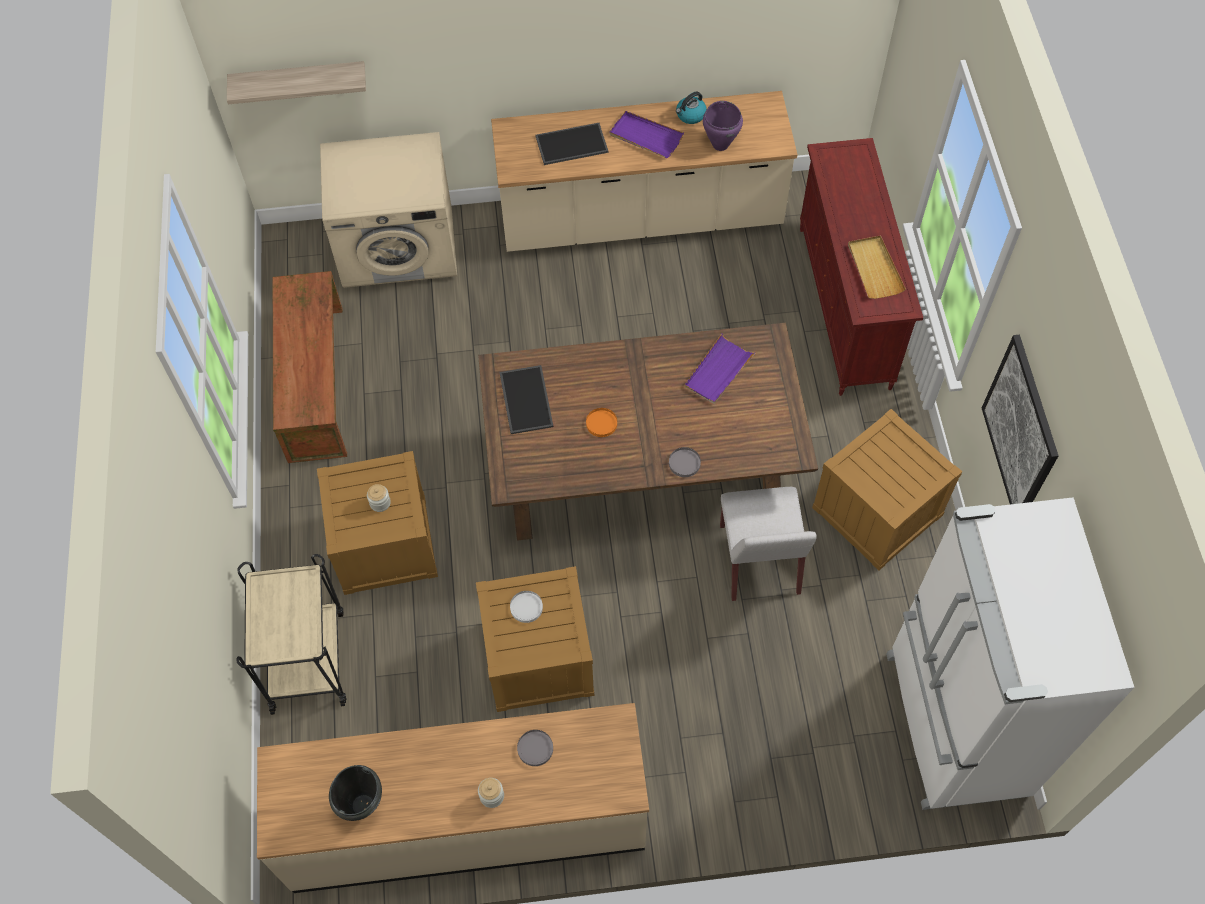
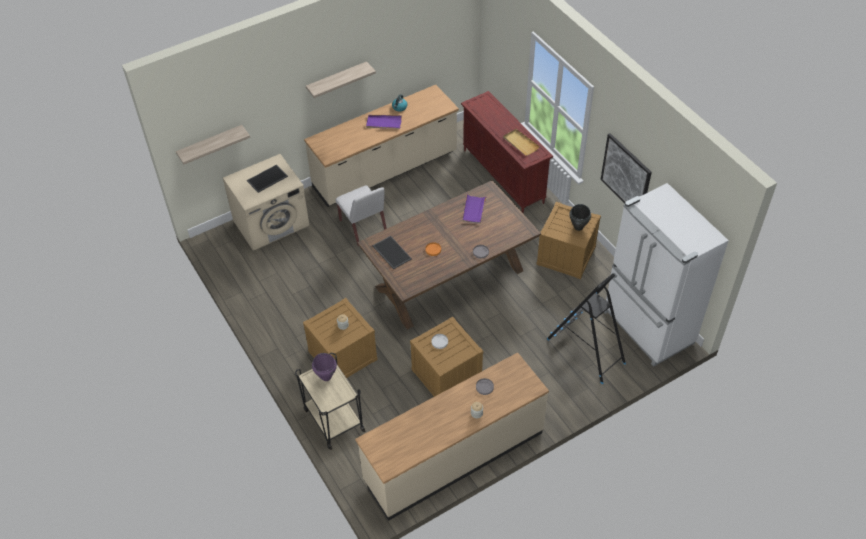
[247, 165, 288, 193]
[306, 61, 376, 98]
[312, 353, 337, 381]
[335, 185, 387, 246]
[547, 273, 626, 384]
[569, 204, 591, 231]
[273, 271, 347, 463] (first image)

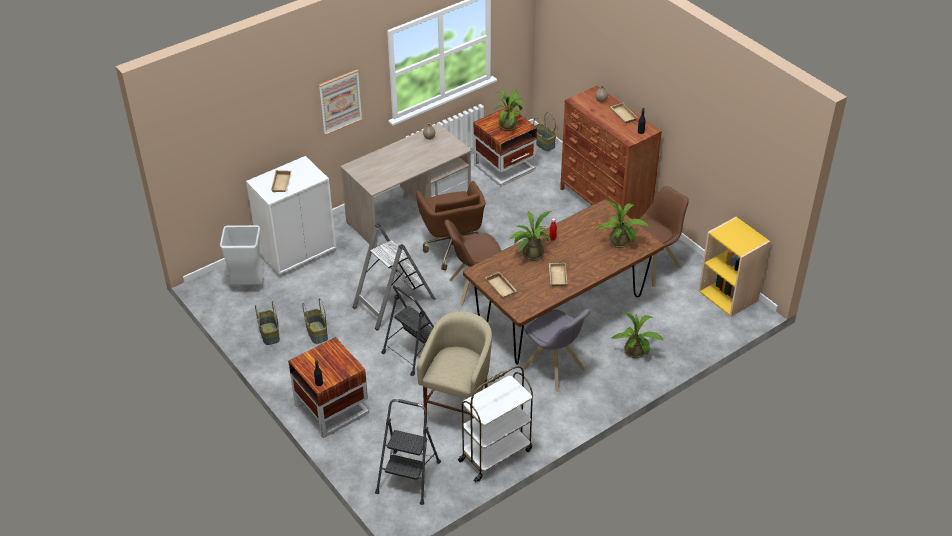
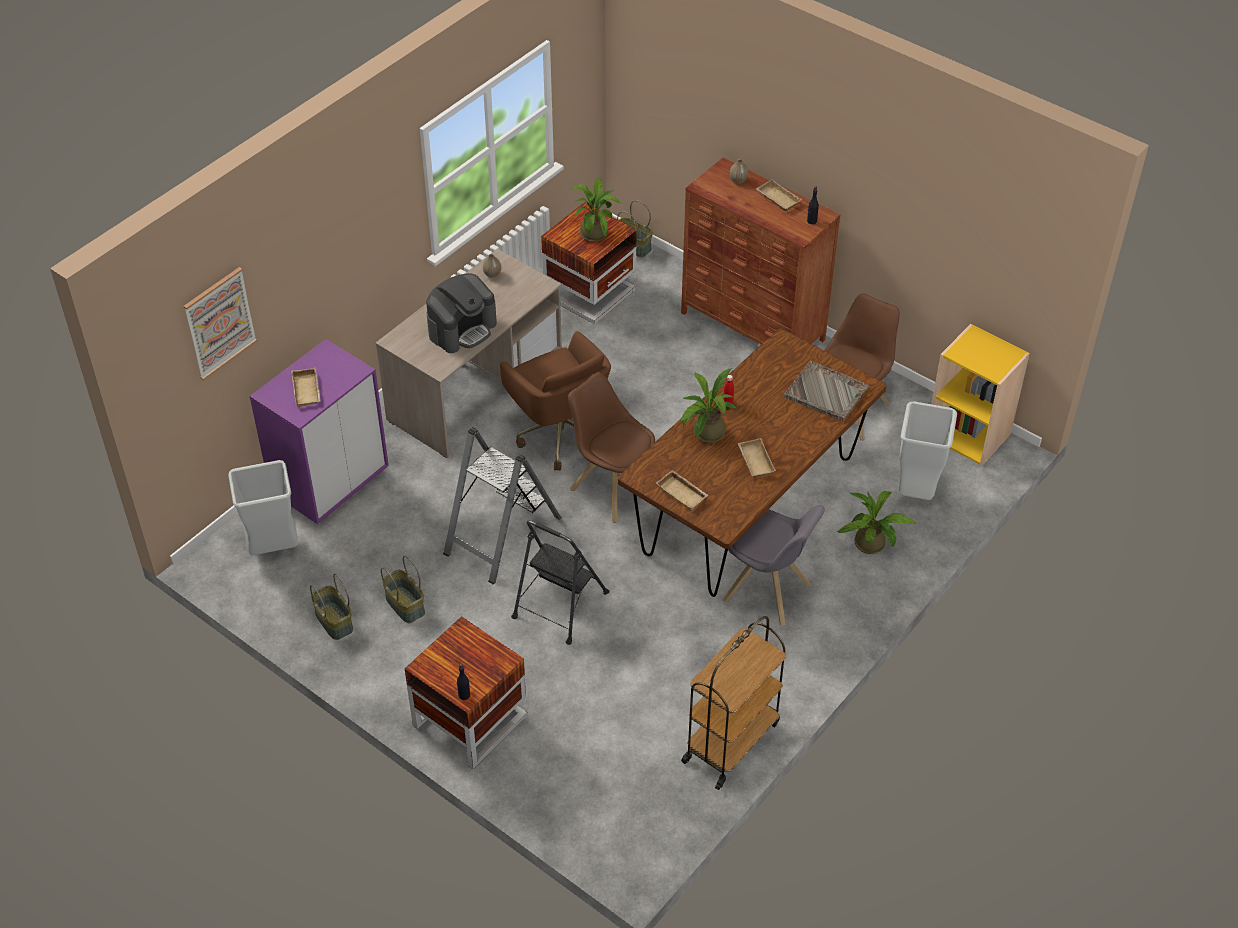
[183, 267, 257, 380]
[250, 339, 389, 524]
[426, 273, 497, 353]
[568, 372, 655, 523]
[681, 616, 786, 790]
[784, 361, 869, 421]
[899, 402, 957, 500]
[375, 399, 441, 505] (first image)
[417, 311, 492, 424] (first image)

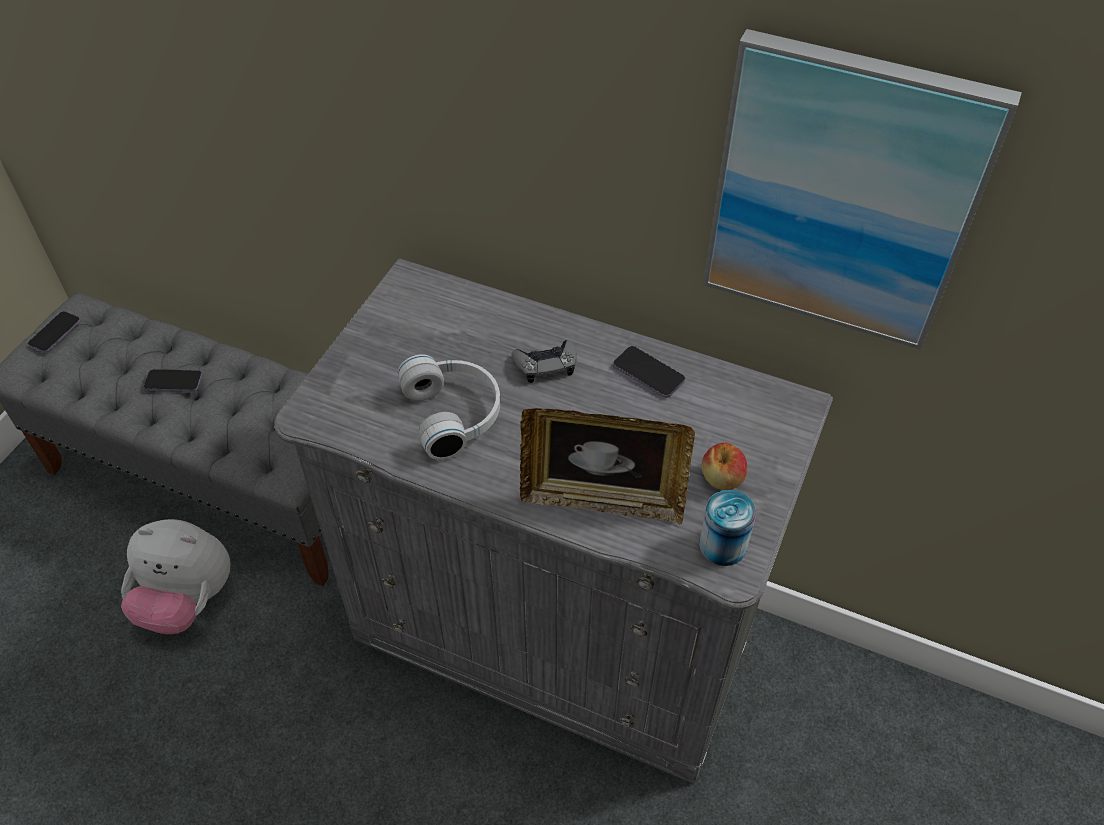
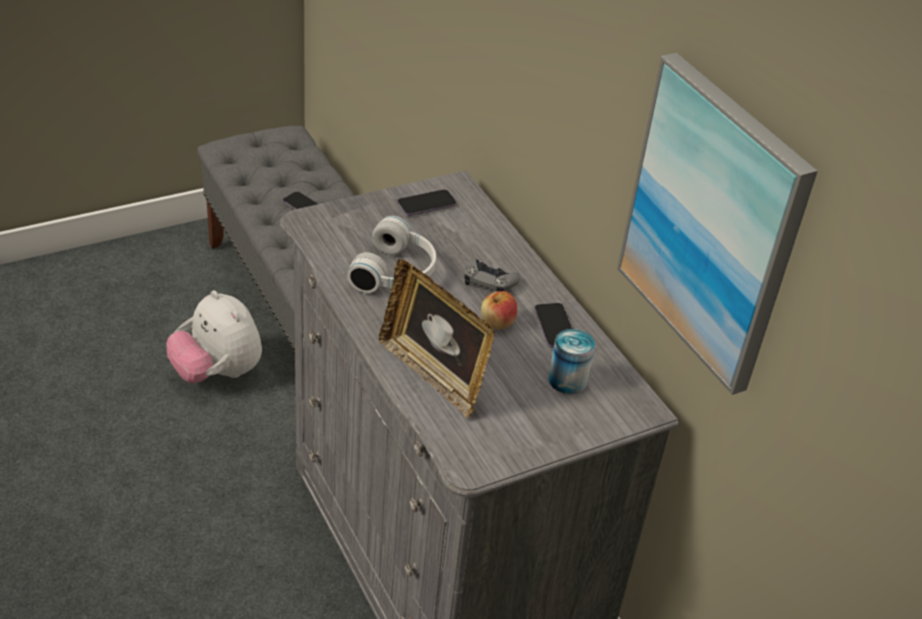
[397, 189, 456, 216]
[481, 291, 517, 329]
[549, 329, 595, 394]

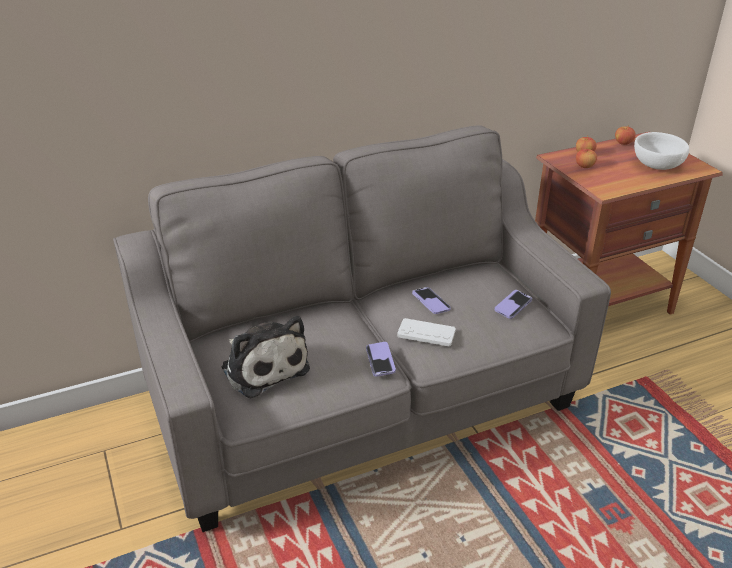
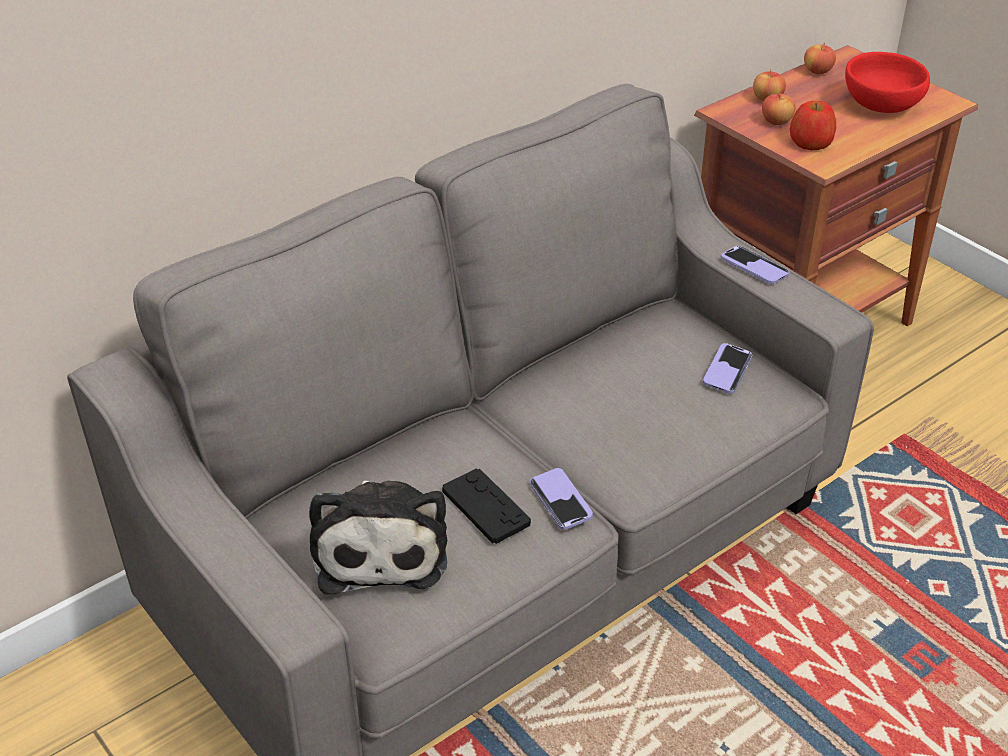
[309, 480, 447, 595]
[442, 468, 531, 544]
[721, 246, 789, 284]
[790, 101, 836, 150]
[845, 52, 930, 113]
[397, 318, 456, 346] (first image)

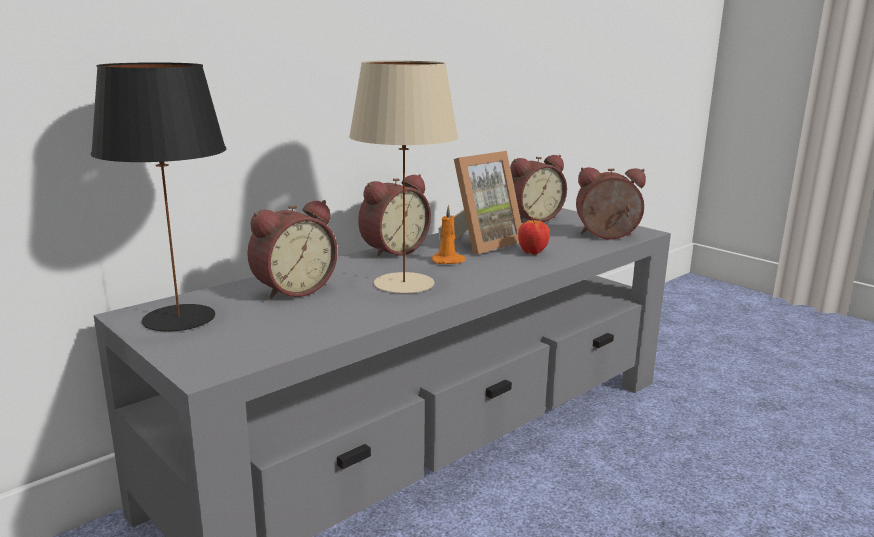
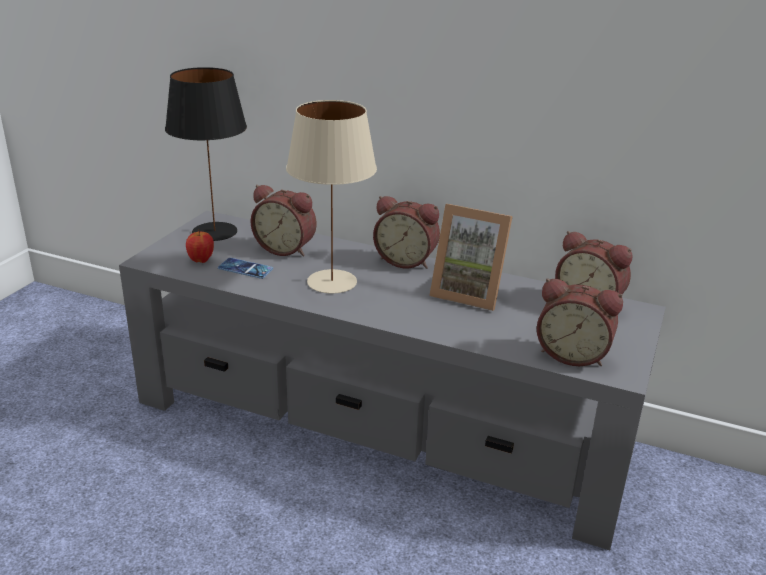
[186, 229, 214, 263]
[218, 258, 273, 279]
[537, 278, 623, 366]
[431, 205, 466, 264] (first image)

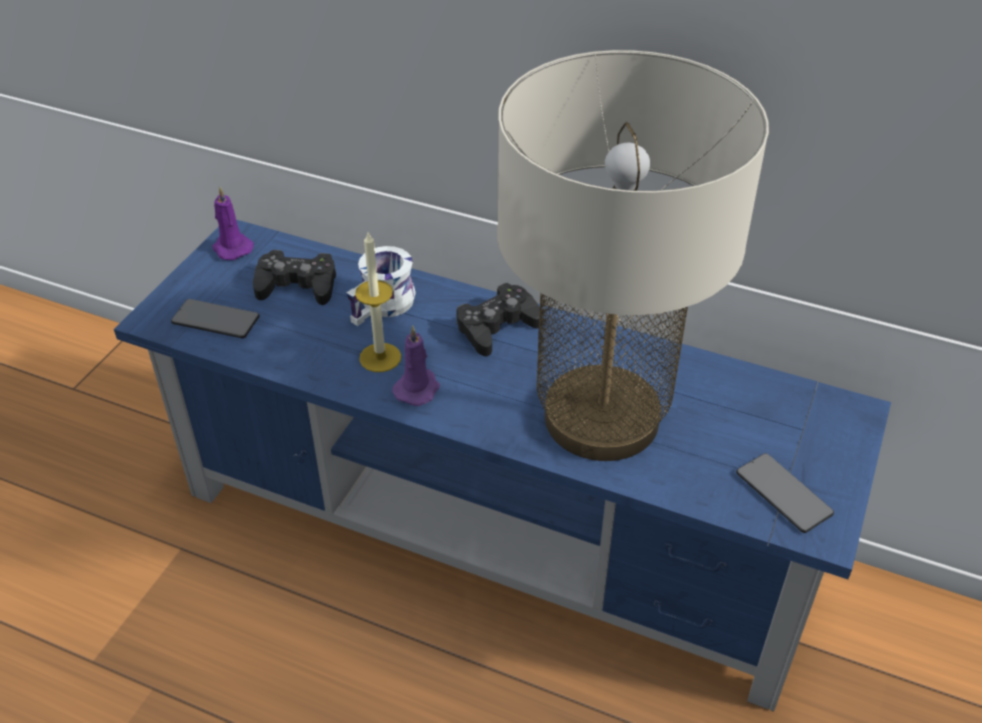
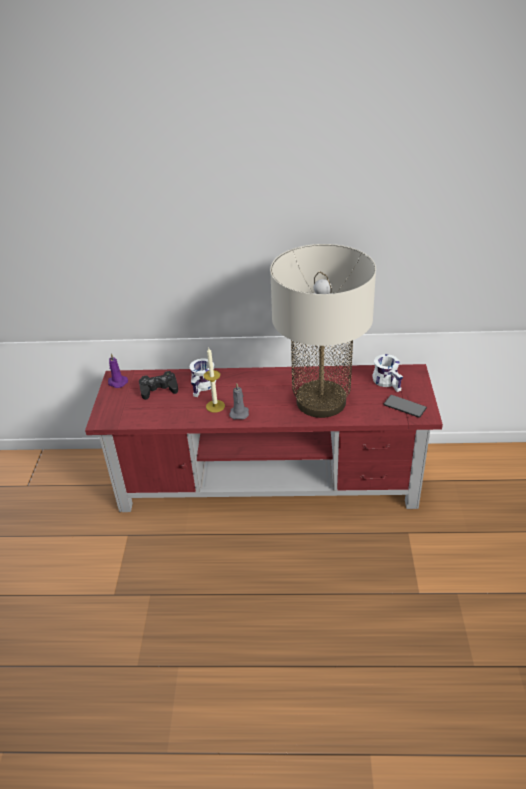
[85, 364, 443, 512]
[229, 384, 249, 420]
[372, 354, 403, 392]
[171, 299, 260, 338] (first image)
[457, 283, 543, 356] (first image)

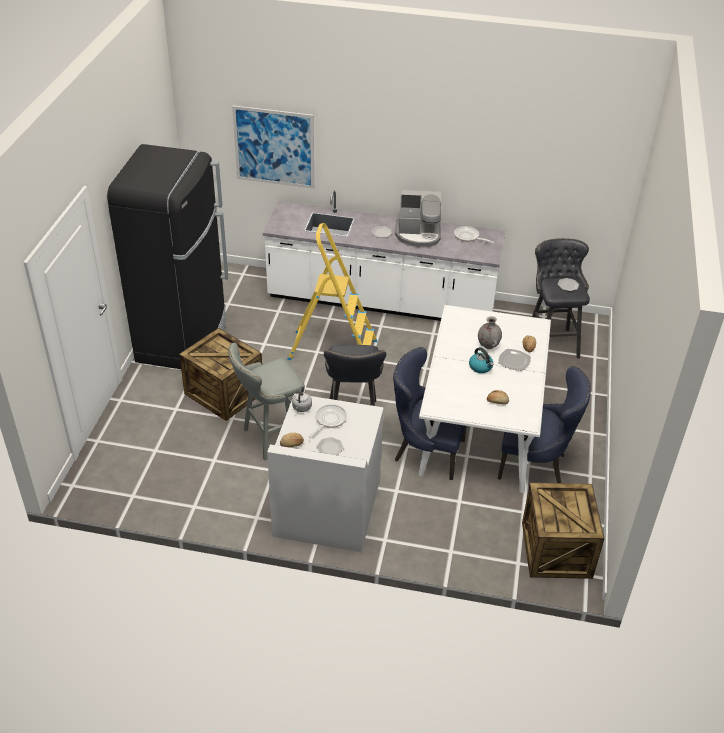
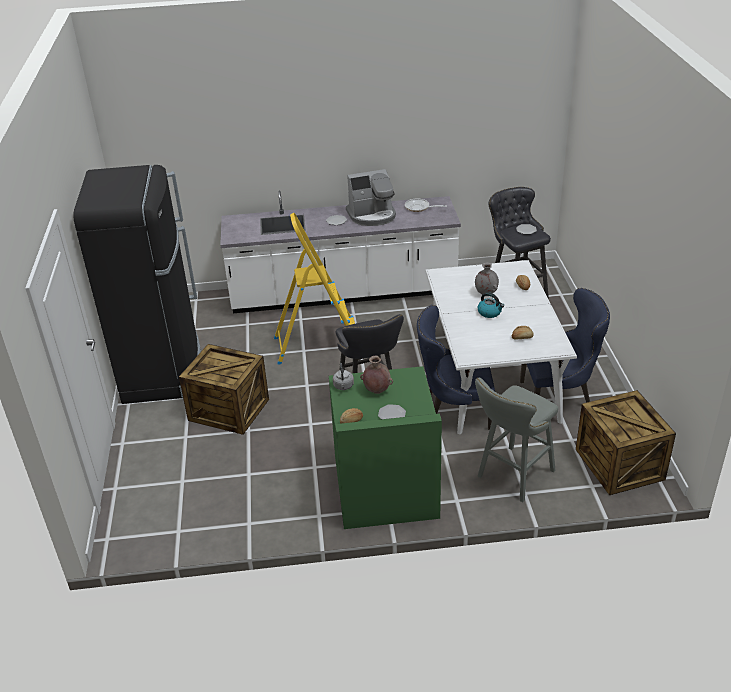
[329, 366, 442, 529]
[360, 356, 393, 394]
[475, 378, 558, 502]
[232, 106, 314, 189] (first image)
[498, 349, 531, 371] (first image)

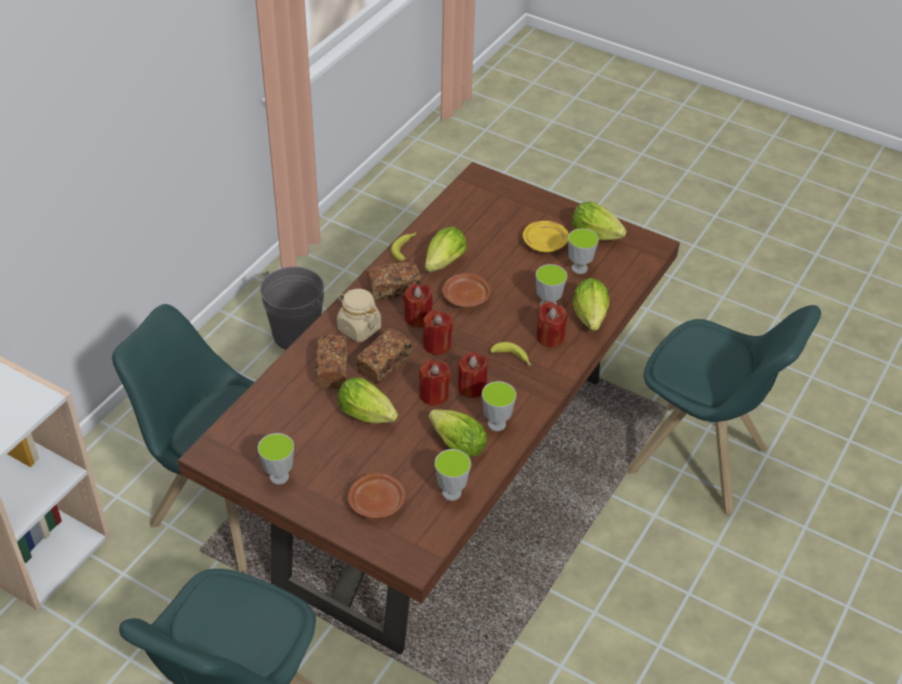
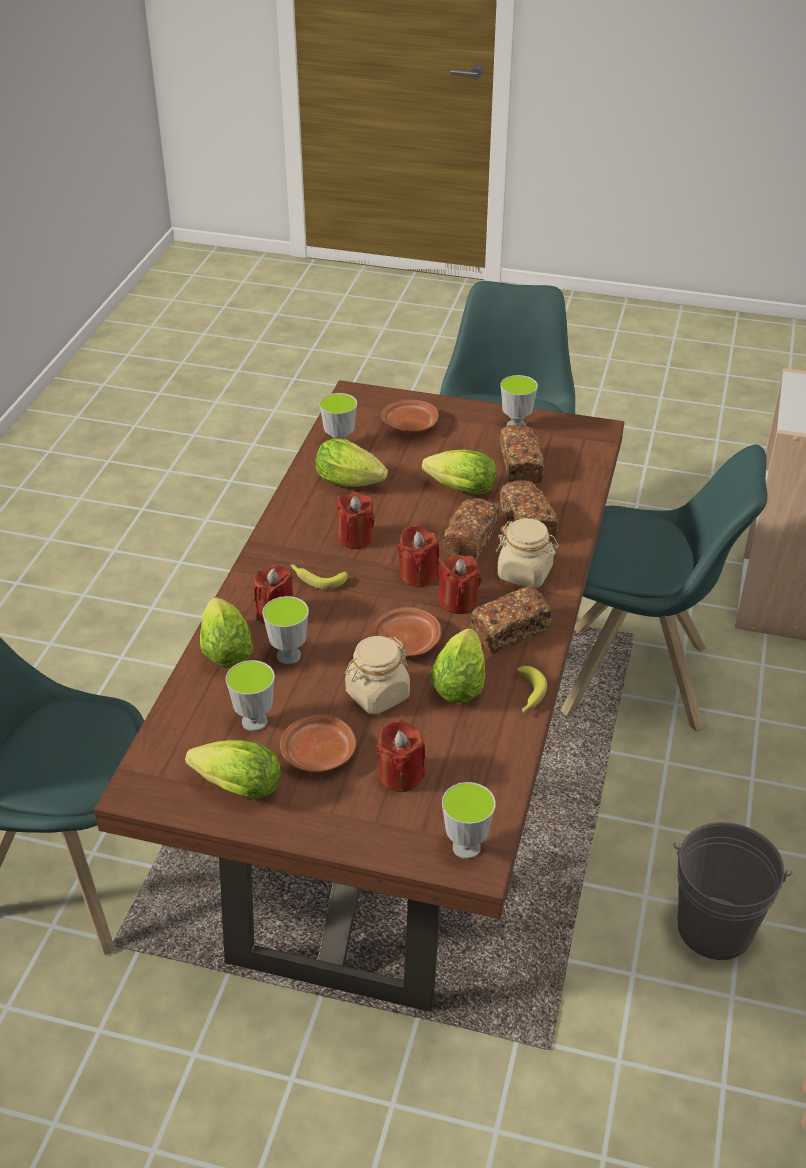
[280, 714, 356, 772]
[345, 636, 410, 714]
[376, 719, 425, 792]
[442, 782, 496, 859]
[500, 425, 544, 483]

